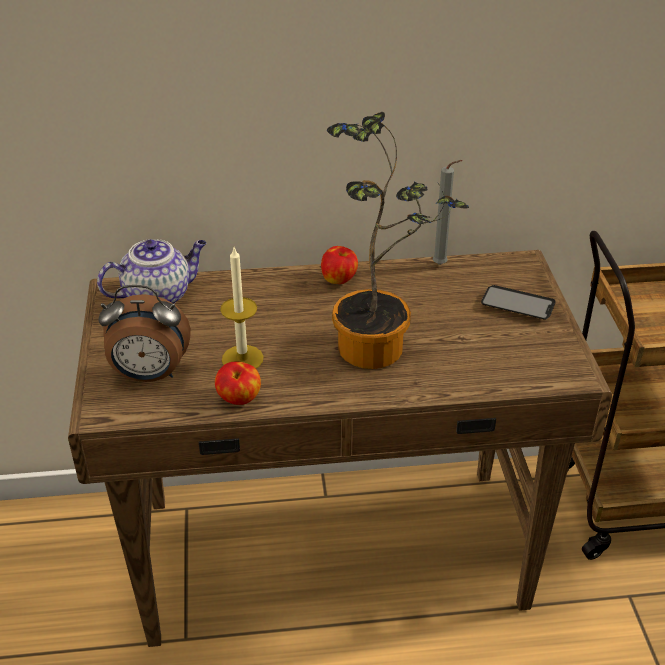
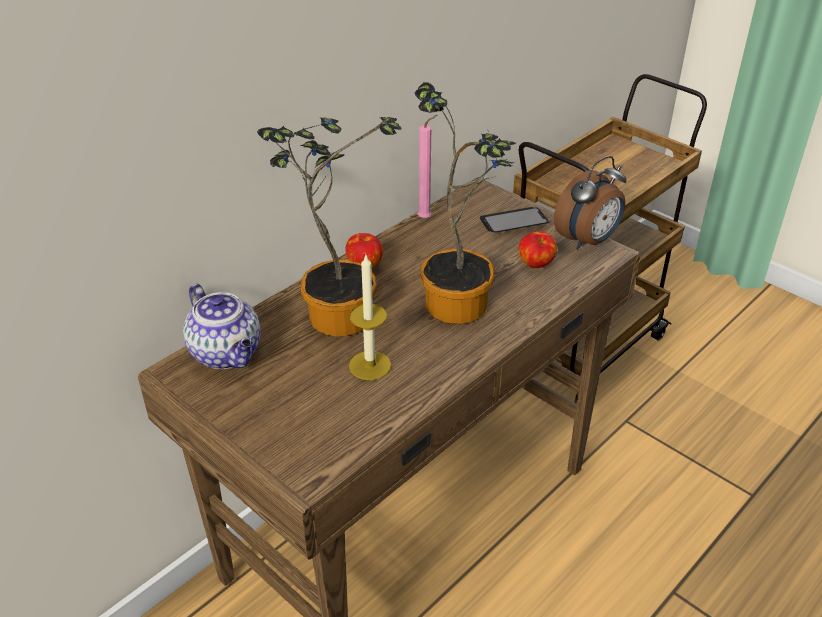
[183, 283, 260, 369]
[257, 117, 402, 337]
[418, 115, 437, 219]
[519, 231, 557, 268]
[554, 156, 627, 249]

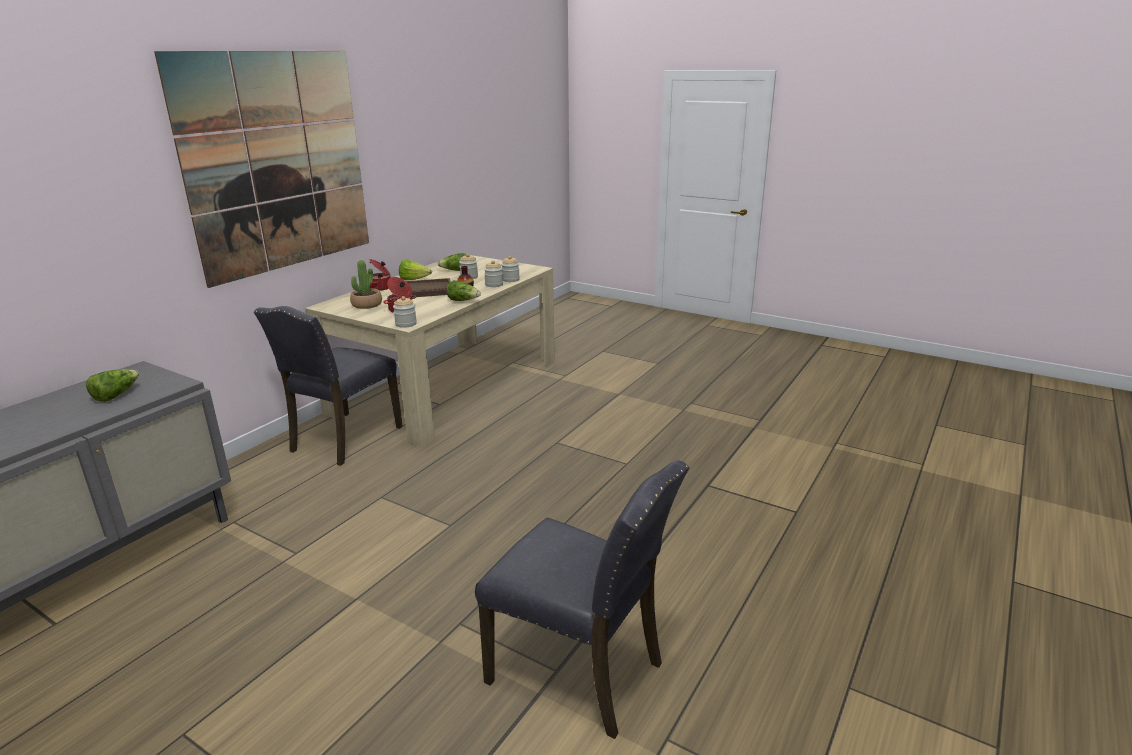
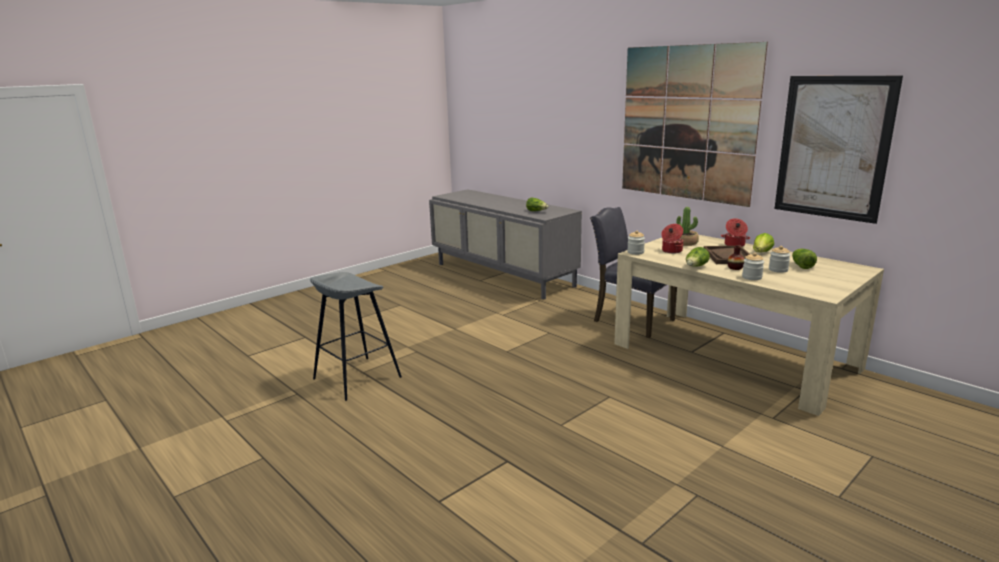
[310, 272, 402, 401]
[775, 76, 903, 224]
[501, 256, 520, 282] (first image)

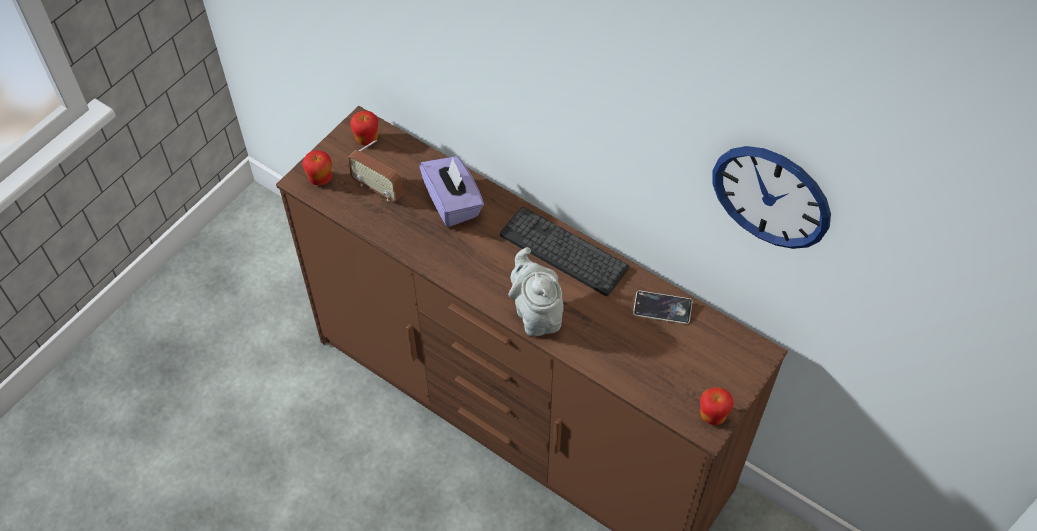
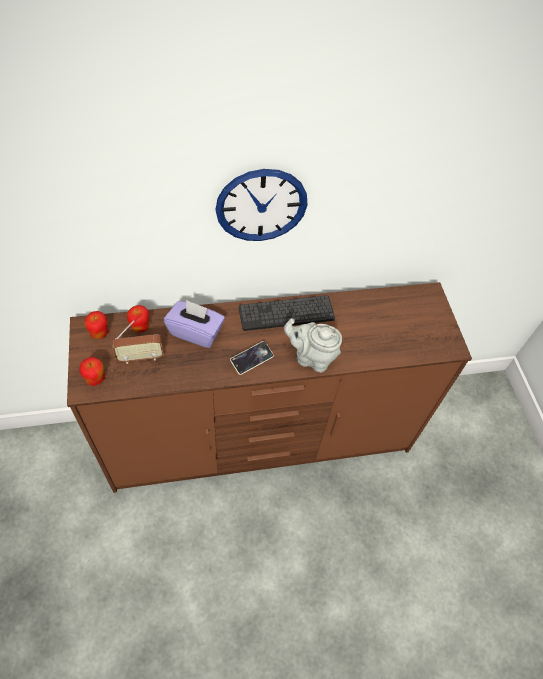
[127, 305, 149, 332]
[216, 169, 307, 241]
[230, 341, 274, 375]

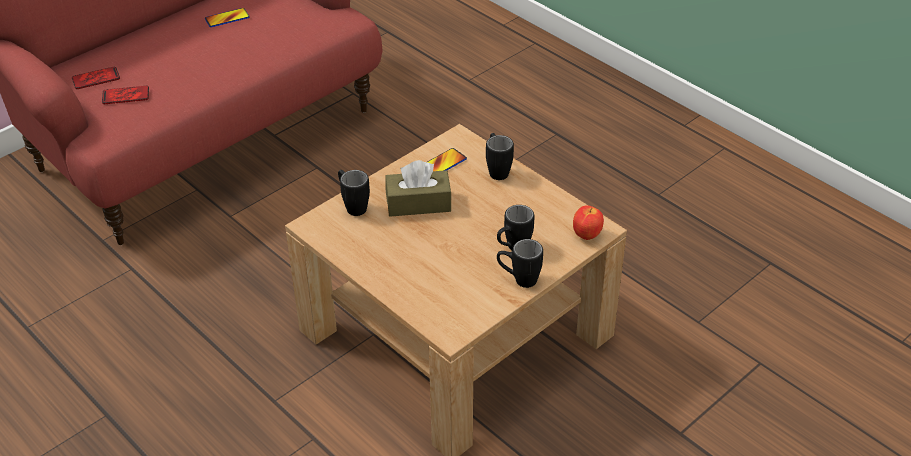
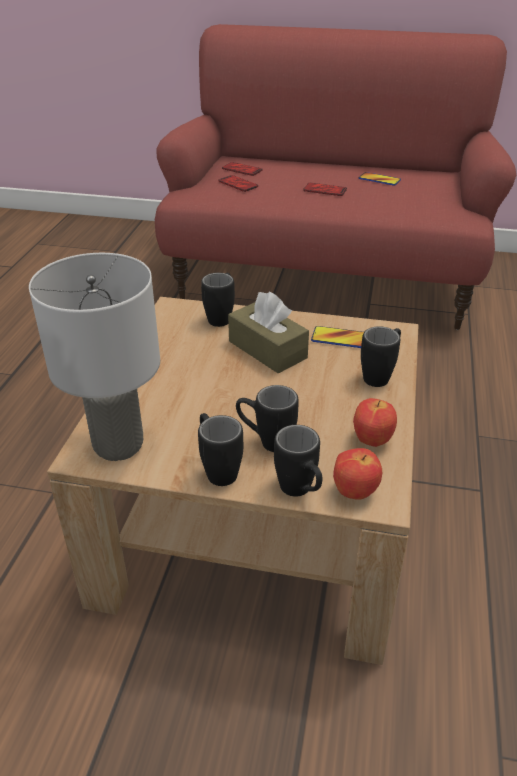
[29, 253, 160, 461]
[274, 425, 322, 497]
[303, 183, 347, 196]
[353, 398, 397, 447]

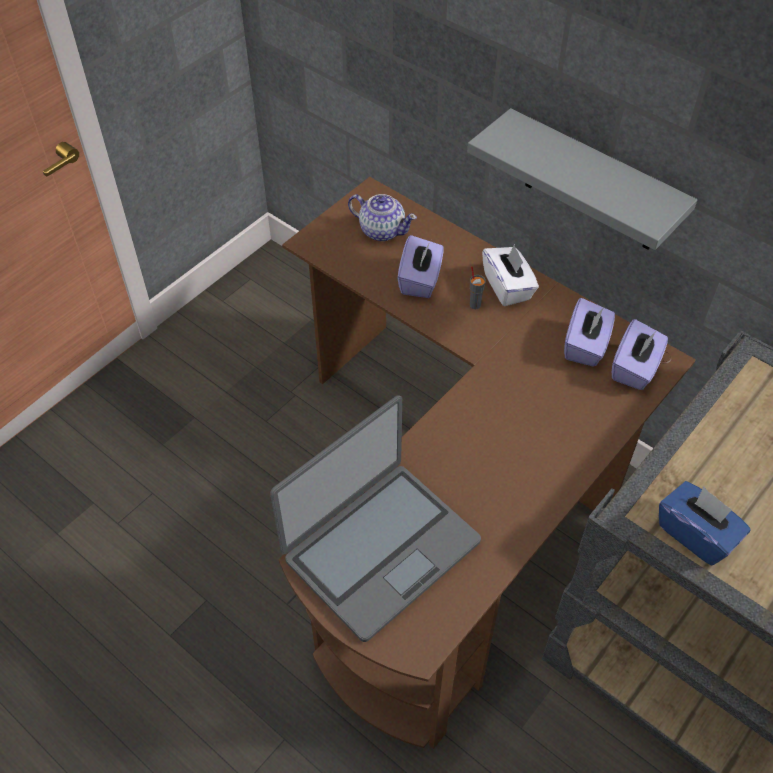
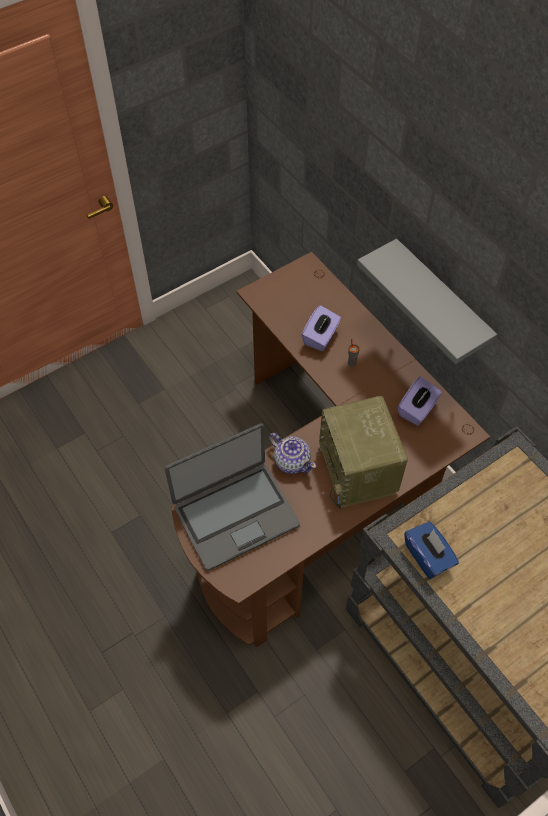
[269, 433, 316, 474]
[319, 396, 408, 508]
[482, 244, 539, 306] (first image)
[612, 319, 668, 390] (first image)

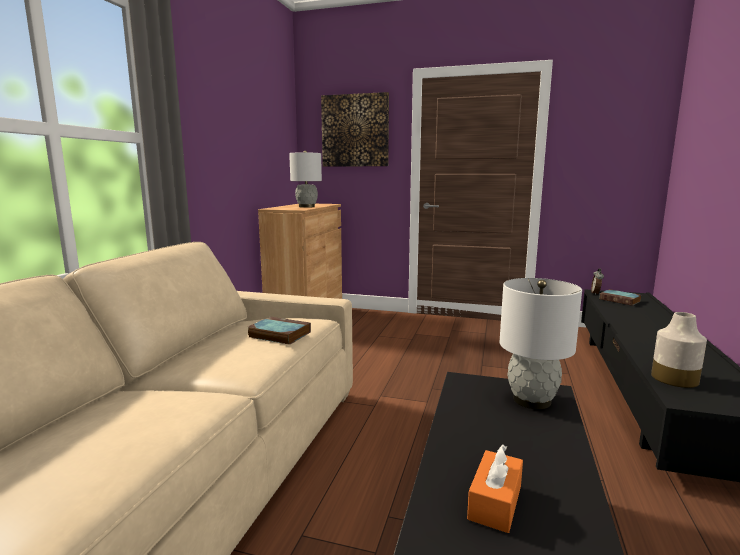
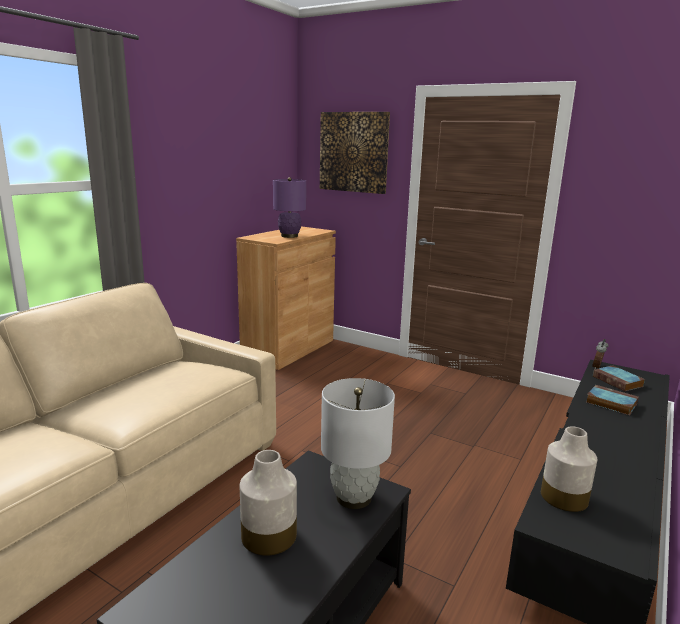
[240, 450, 297, 556]
[273, 177, 306, 238]
[586, 385, 639, 415]
[467, 445, 523, 533] (first image)

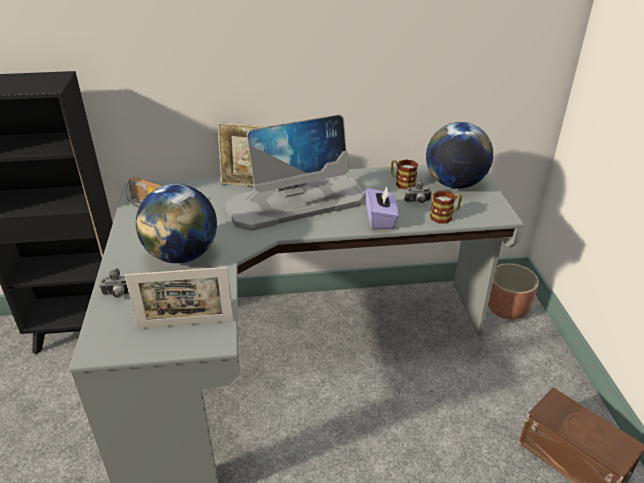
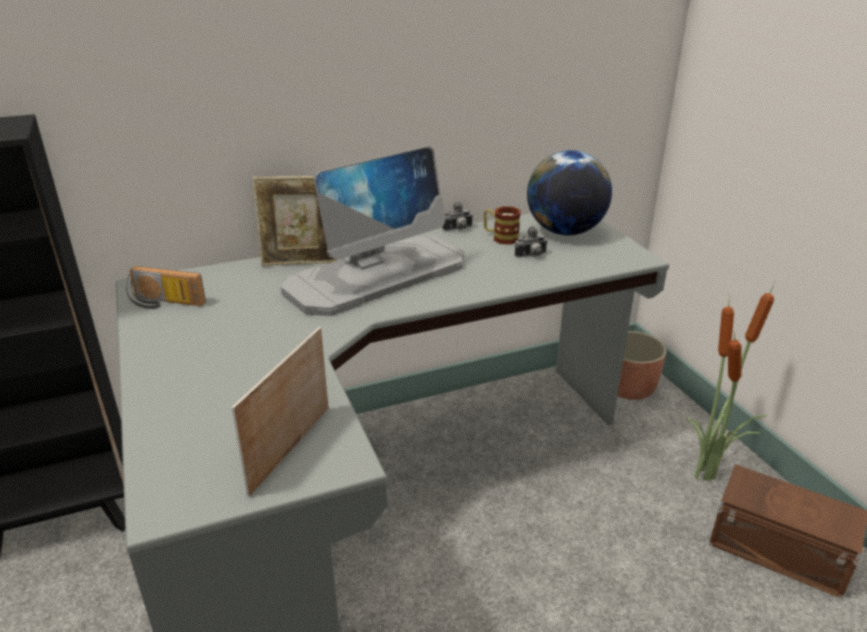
[231, 327, 329, 497]
[442, 202, 473, 231]
[686, 280, 776, 481]
[136, 184, 217, 263] (first image)
[366, 186, 399, 229] (first image)
[430, 191, 462, 223] (first image)

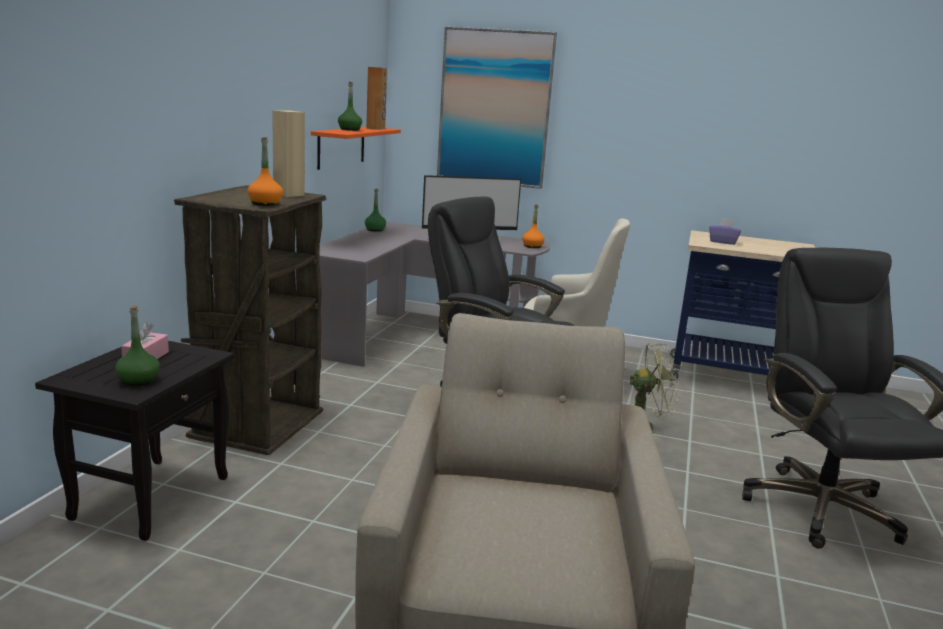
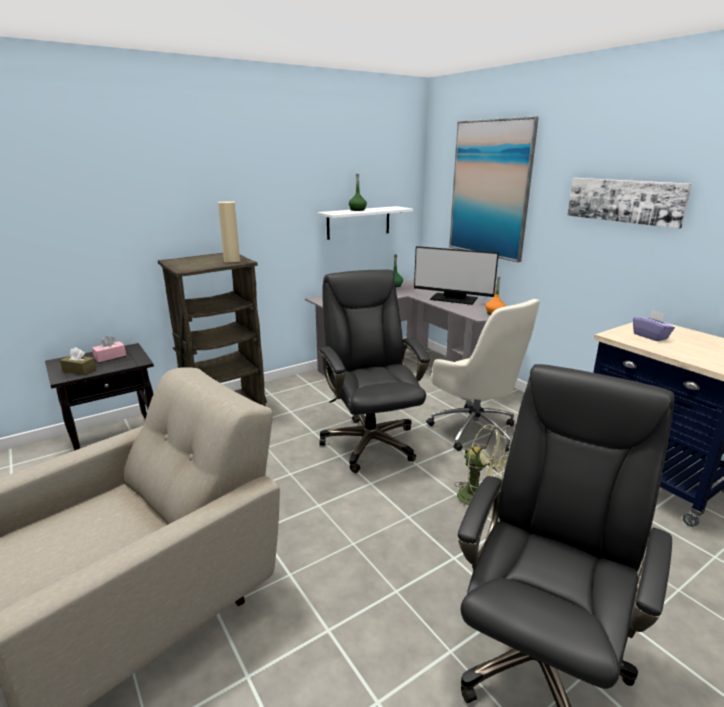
[60, 347, 96, 375]
[317, 206, 413, 240]
[567, 178, 692, 229]
[247, 137, 283, 206] (first image)
[366, 67, 387, 130] (first image)

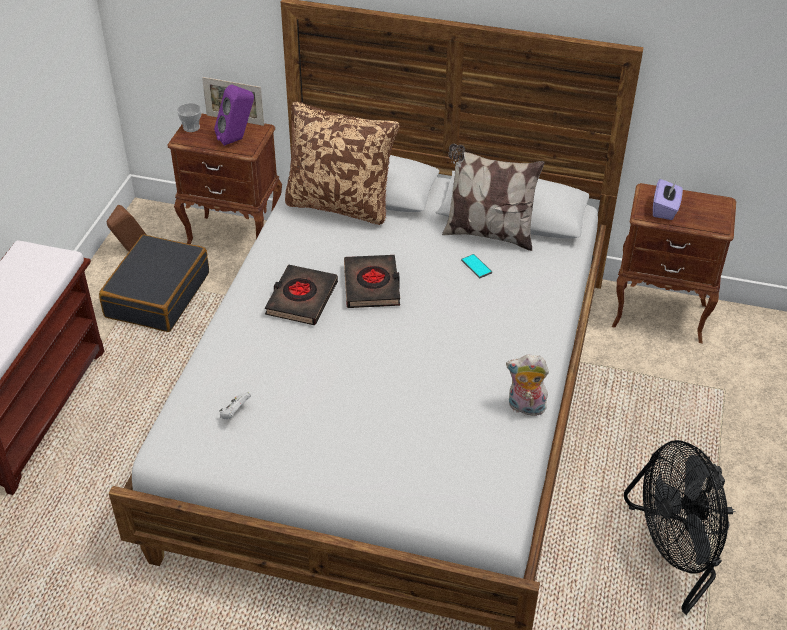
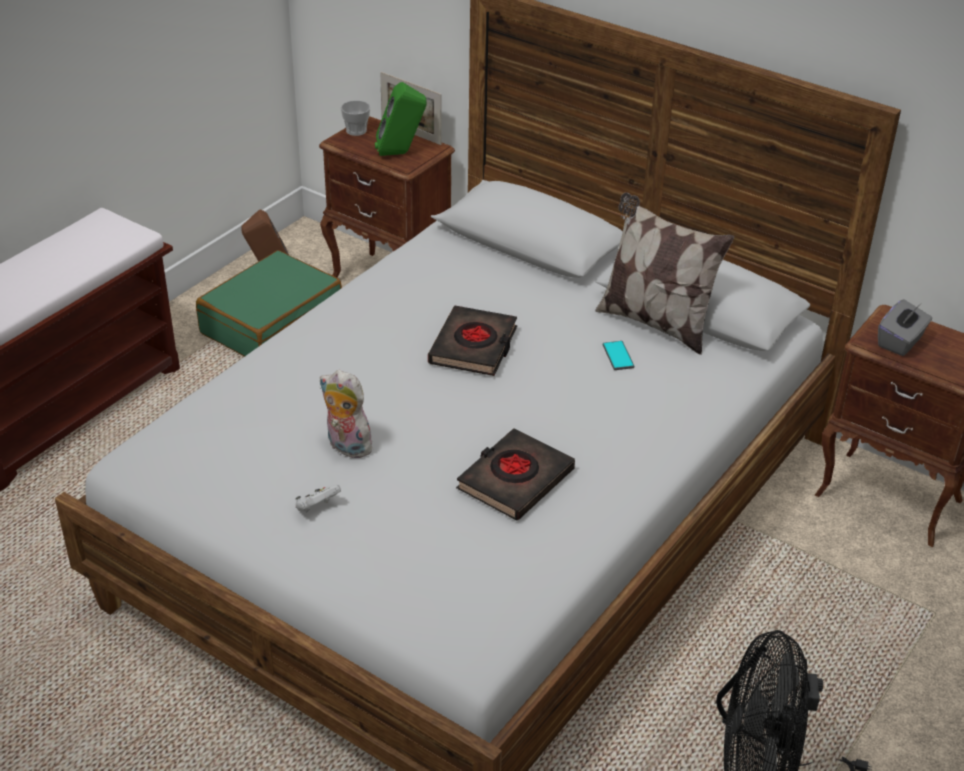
[196, 250, 342, 357]
[296, 485, 341, 513]
[320, 370, 378, 458]
[375, 82, 427, 156]
[456, 428, 575, 520]
[878, 299, 932, 356]
[285, 101, 400, 225] (first image)

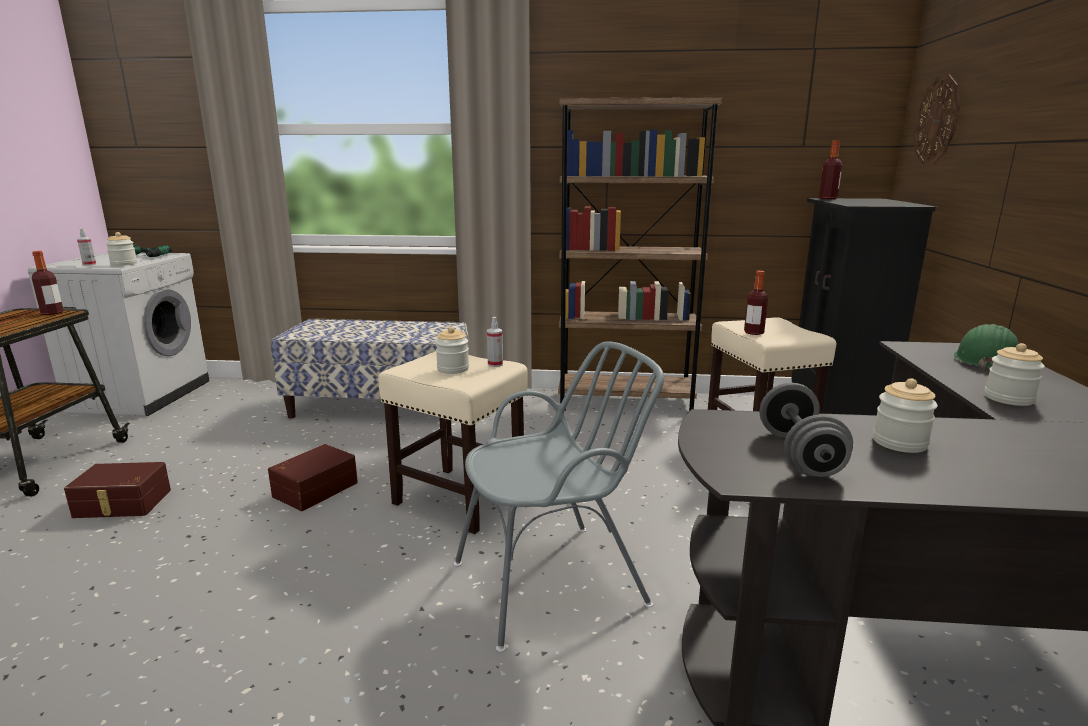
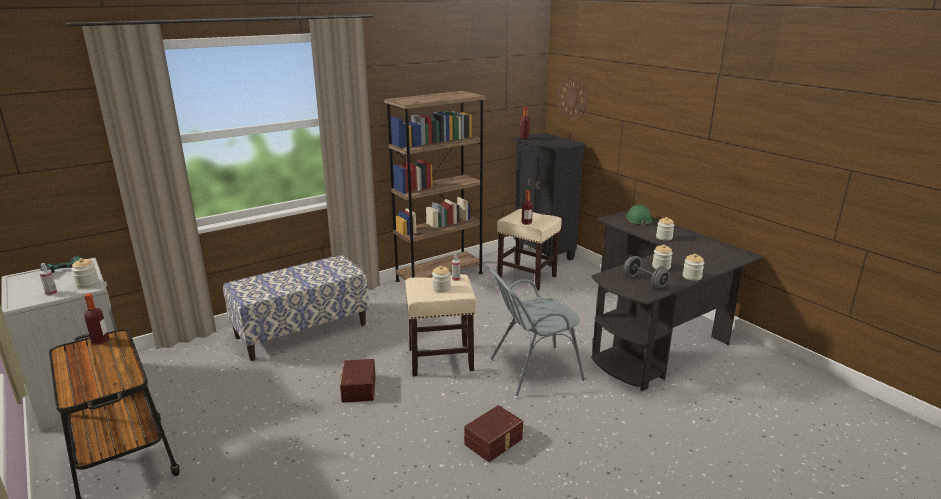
[464, 405, 523, 462]
[489, 268, 586, 399]
[683, 254, 704, 281]

